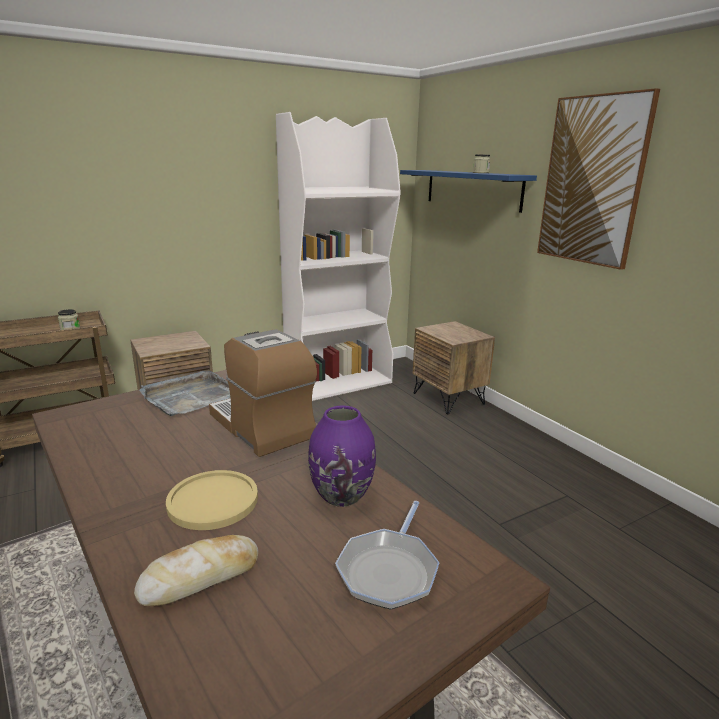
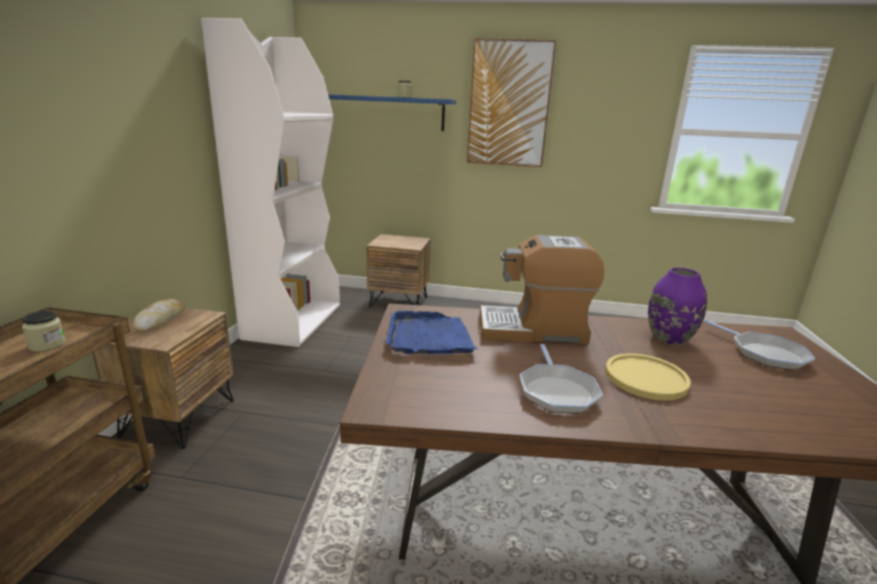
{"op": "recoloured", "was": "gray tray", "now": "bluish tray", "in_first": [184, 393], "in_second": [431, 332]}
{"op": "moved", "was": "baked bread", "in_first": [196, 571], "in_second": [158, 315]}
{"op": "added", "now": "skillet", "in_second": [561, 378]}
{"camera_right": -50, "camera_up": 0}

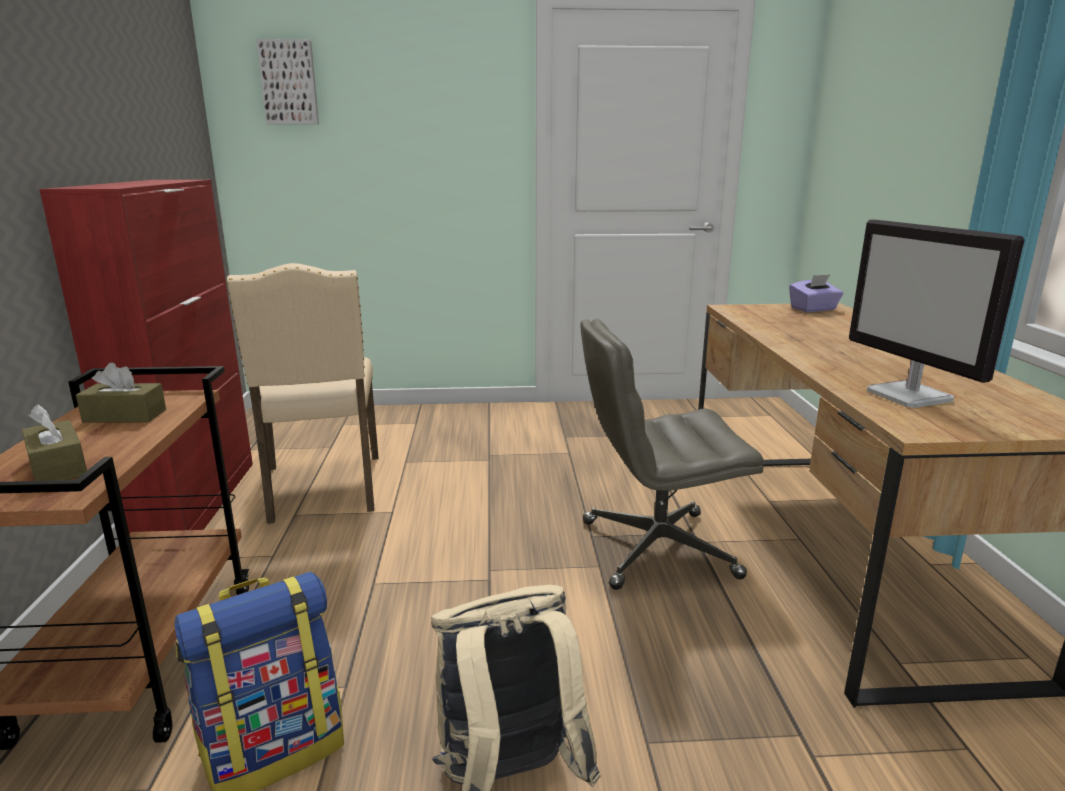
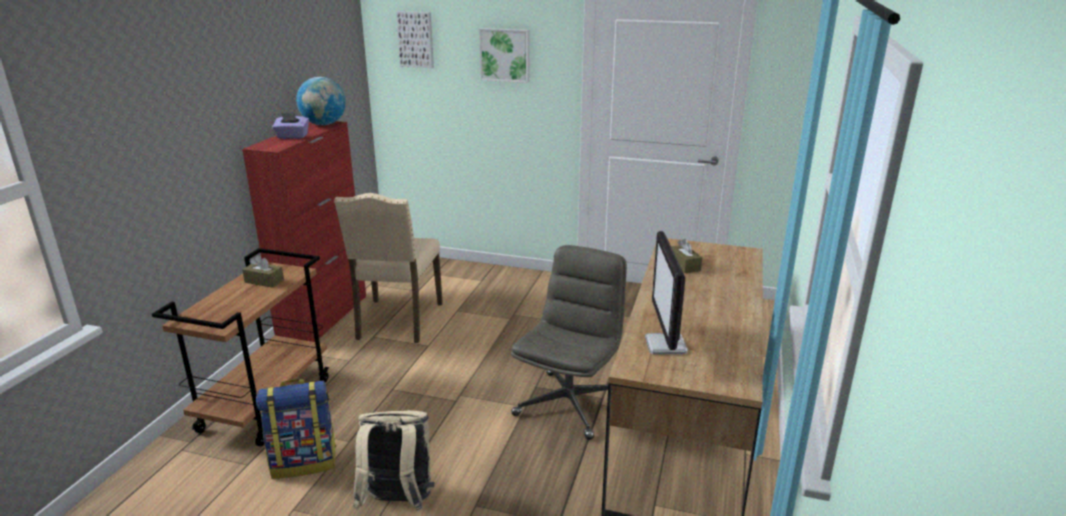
{"op": "moved", "was": "purple tissue holder", "in_first": [816, 293], "in_second": [290, 126]}
{"op": "turned", "was": "gray office chair", "in_first": [671, 454], "in_second": [568, 342], "clockwise": 105}
{"op": "moved", "was": "brown-coloured tissue holder", "in_first": [54, 442], "in_second": [686, 256]}
{"op": "added", "now": "wall art", "in_second": [504, 55]}
{"op": "added", "now": "desk globe", "in_second": [321, 101]}
{"camera_right": 20, "camera_up": 5}

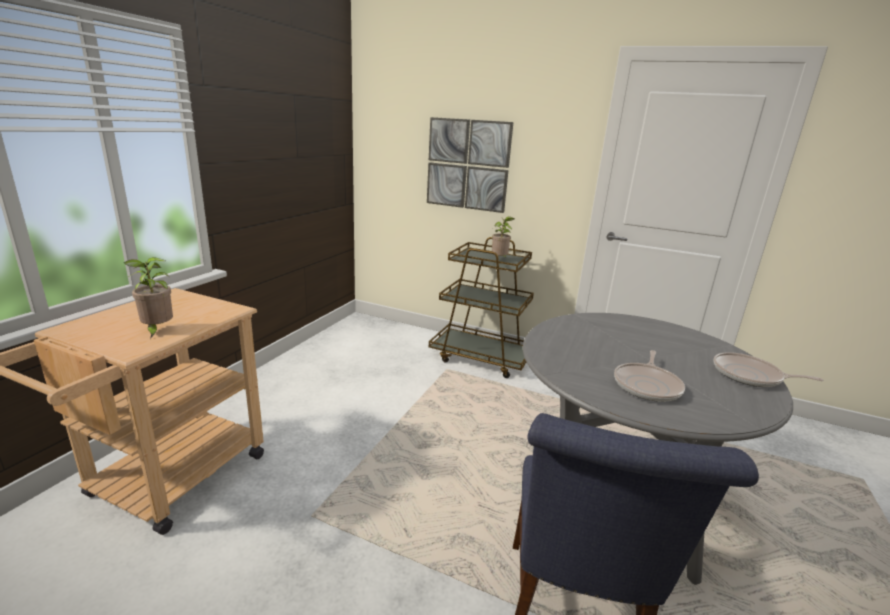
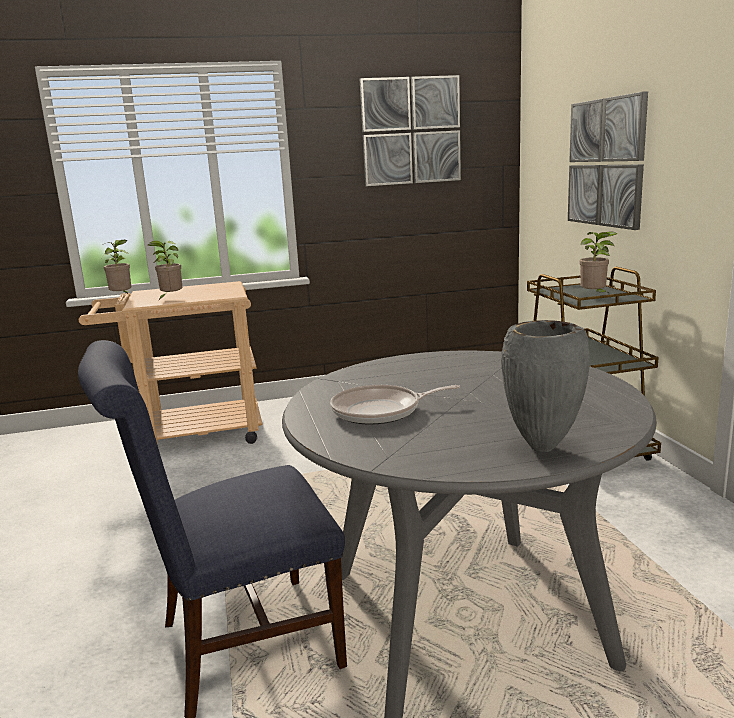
{"op": "replaced", "was": "skillet", "now": "gray flower vase", "in_first": [768, 369], "in_second": [545, 386]}
{"op": "added", "now": "wall art", "in_second": [410, 130]}
{"op": "added", "now": "potted plant", "in_second": [116, 267]}
{"camera_right": 55, "camera_up": -5}

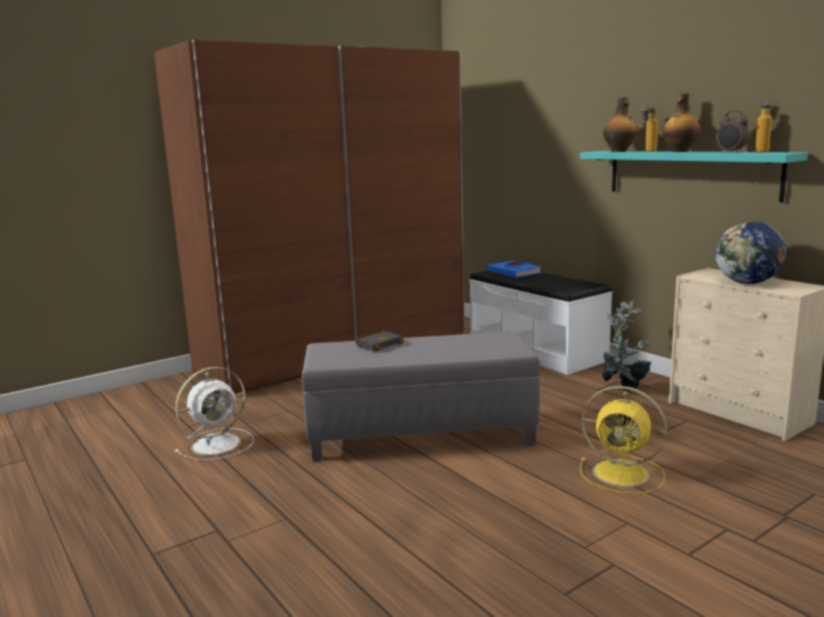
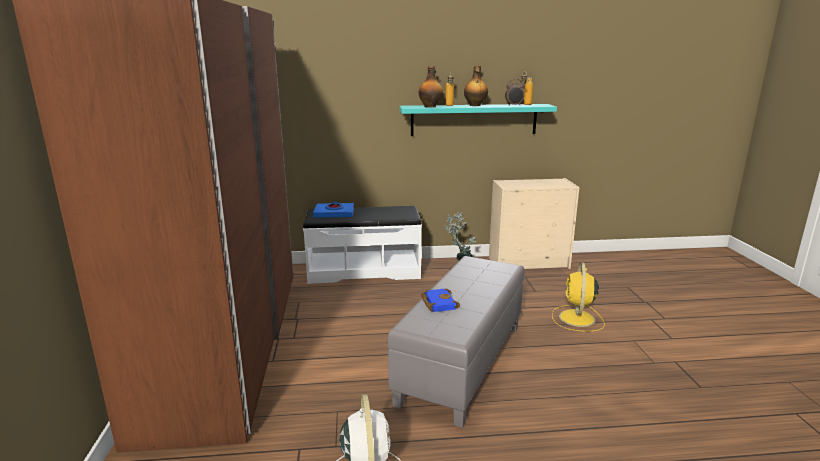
{"op": "removed", "was": "desk globe", "in_first": [751, 252]}
{"op": "recoloured", "was": "black bound book", "now": "bluish bound book", "in_first": [379, 341], "in_second": [440, 300]}
{"op": "turned", "was": "yellowish fan", "in_first": [623, 440], "in_second": [578, 297], "clockwise": 135}
{"camera_right": -60, "camera_up": 5}

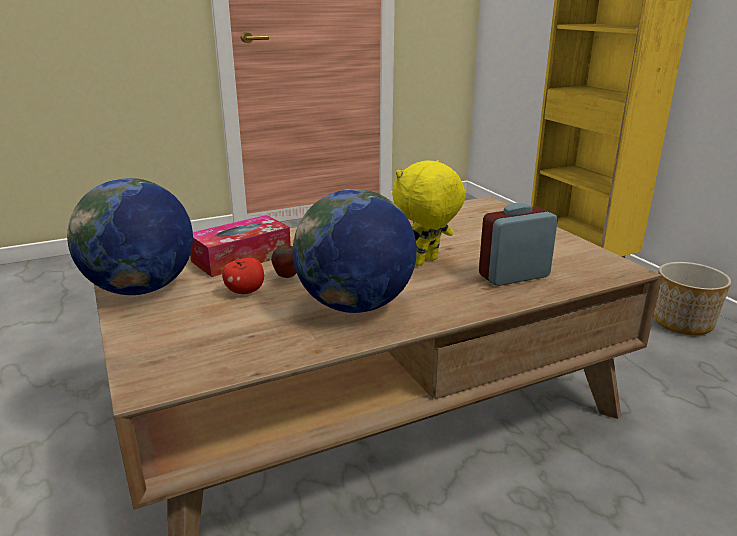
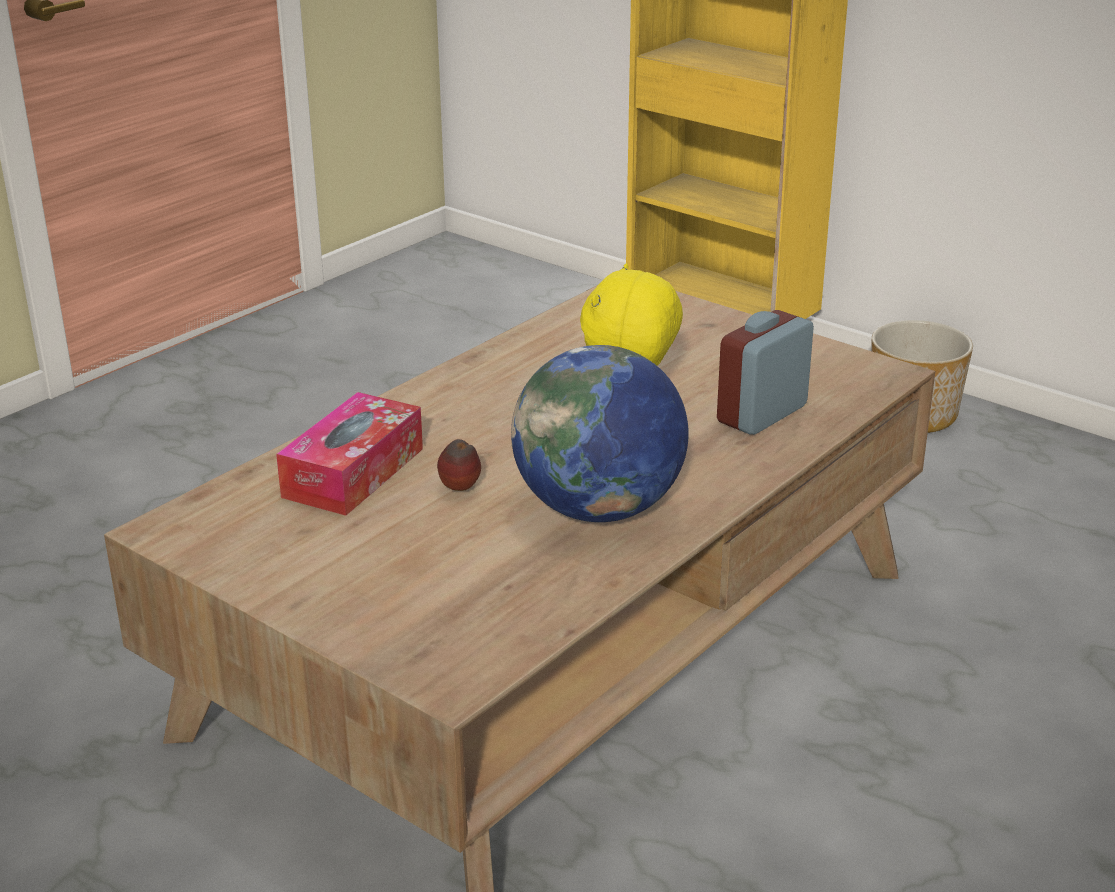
{"op": "removed", "was": "desk globe", "in_first": [130, 236]}
{"op": "removed", "was": "apple fruit", "in_first": [243, 276]}
{"camera_right": -25, "camera_up": 5}

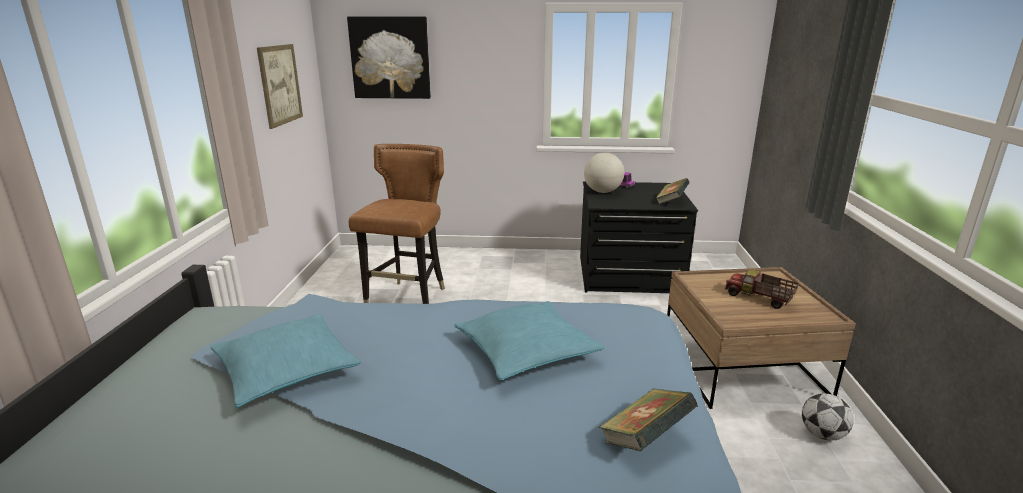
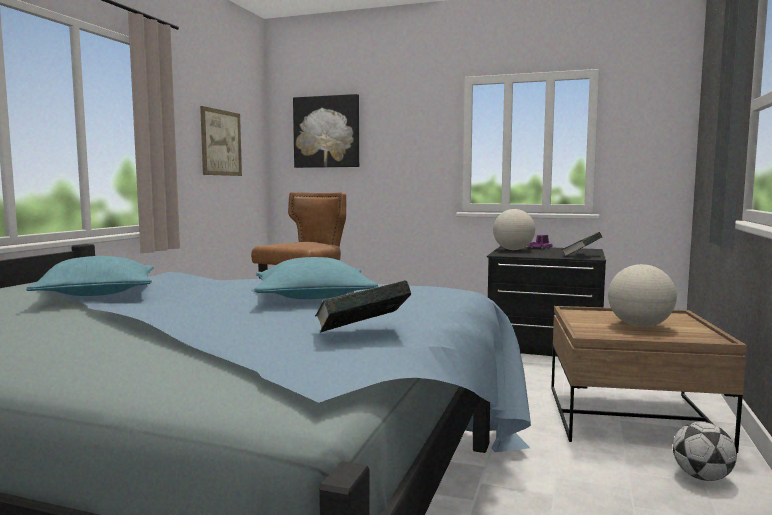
{"op": "replaced", "was": "toy lorry", "now": "desk globe", "in_first": [762, 289], "in_second": [642, 295]}
{"camera_right": 15, "camera_up": -15}

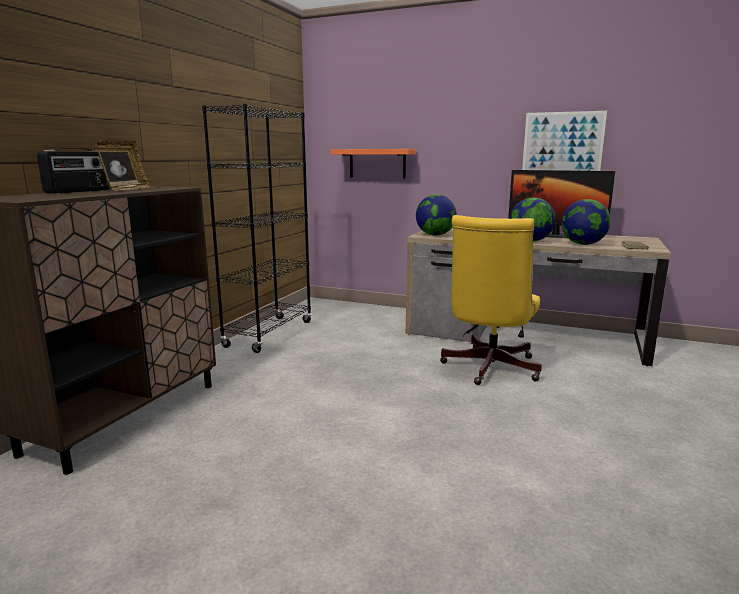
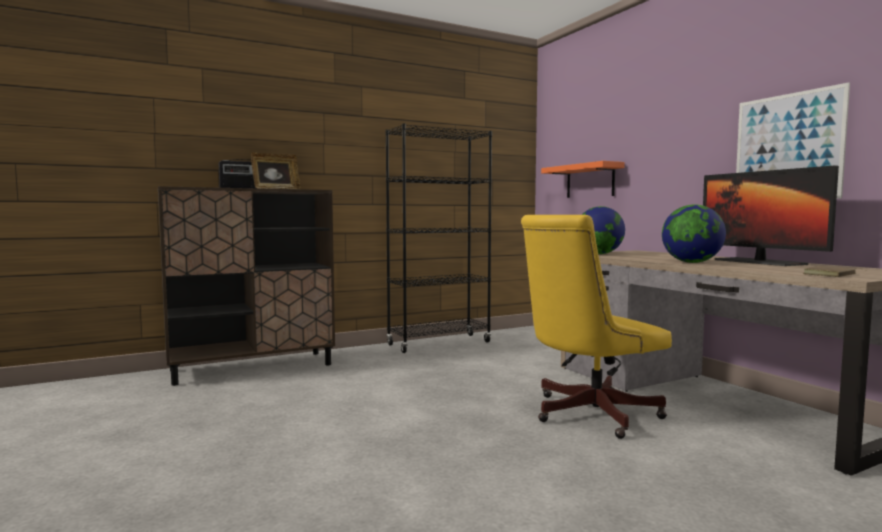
{"op": "removed", "was": "desk globe", "in_first": [586, 222]}
{"camera_right": 40, "camera_up": -10}

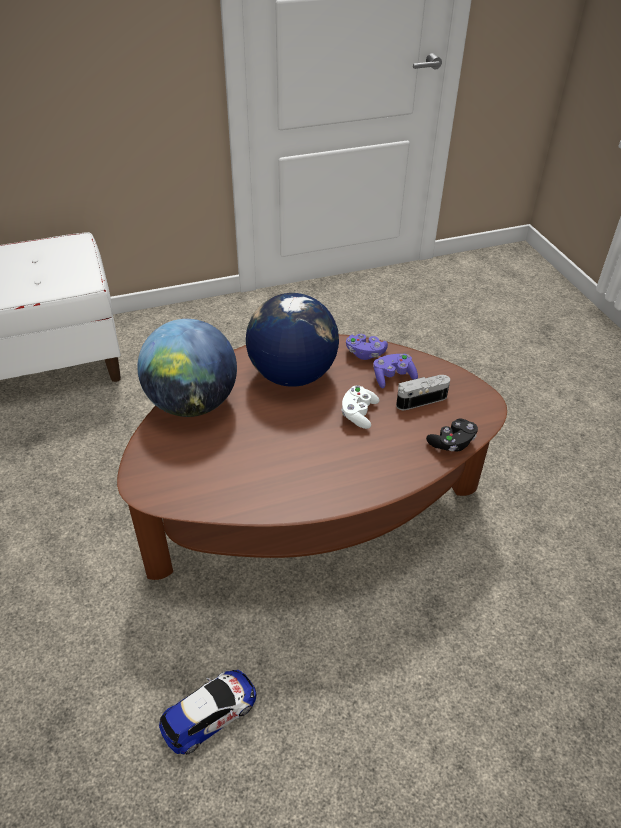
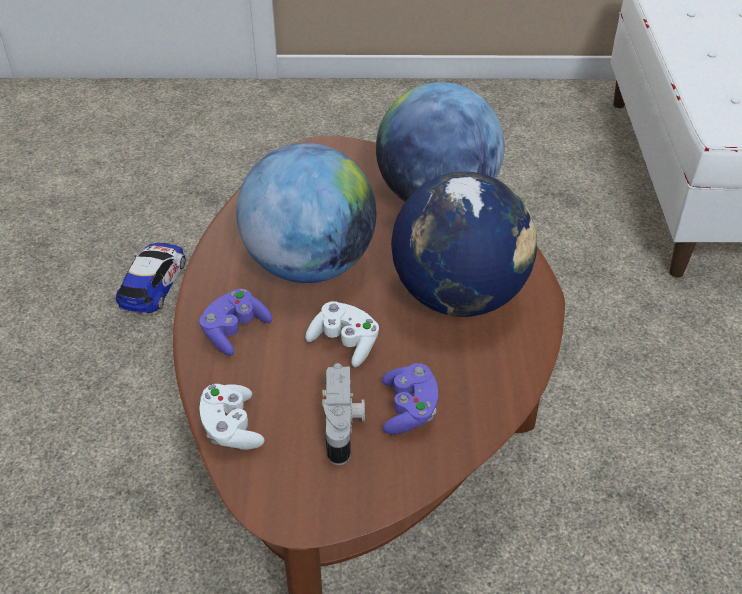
{"op": "moved", "was": "purple game controller", "in_first": [367, 347], "in_second": [235, 322]}
{"op": "recoloured", "was": "black game controller", "now": "white-coloured game controller", "in_first": [452, 435], "in_second": [231, 417]}
{"op": "turned", "was": "toy car", "in_first": [207, 712], "in_second": [151, 278], "clockwise": -150}
{"op": "added", "now": "desk globe", "in_second": [306, 213]}
{"camera_right": 110, "camera_up": 0}

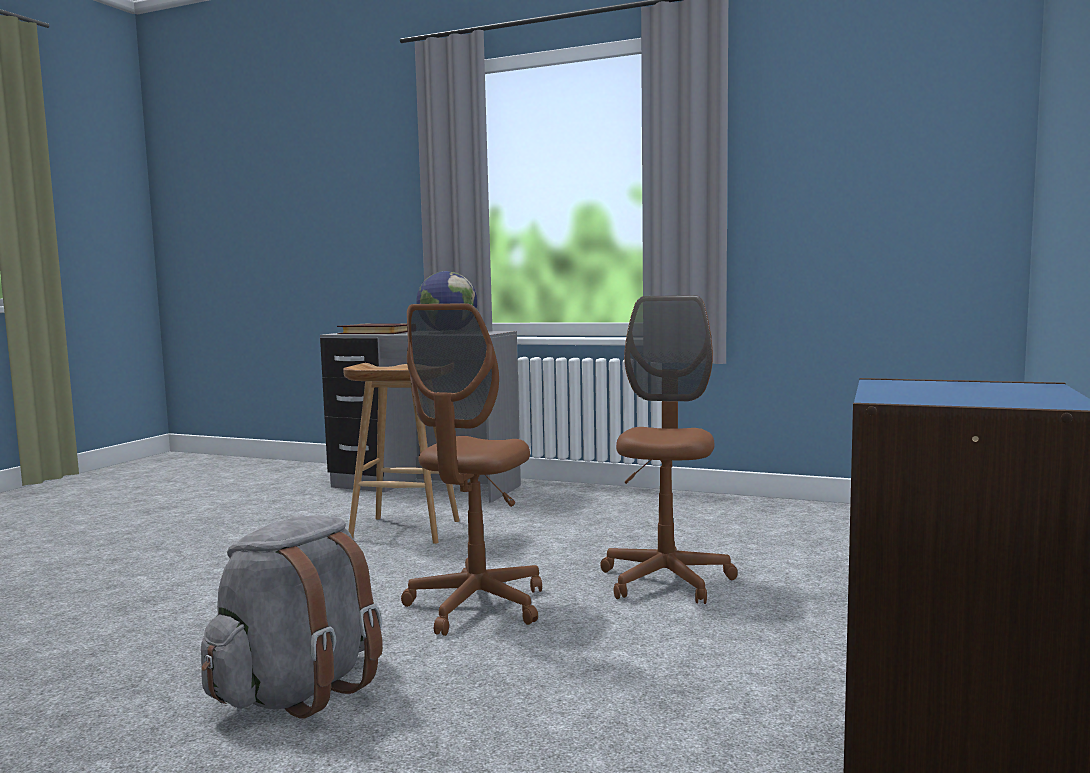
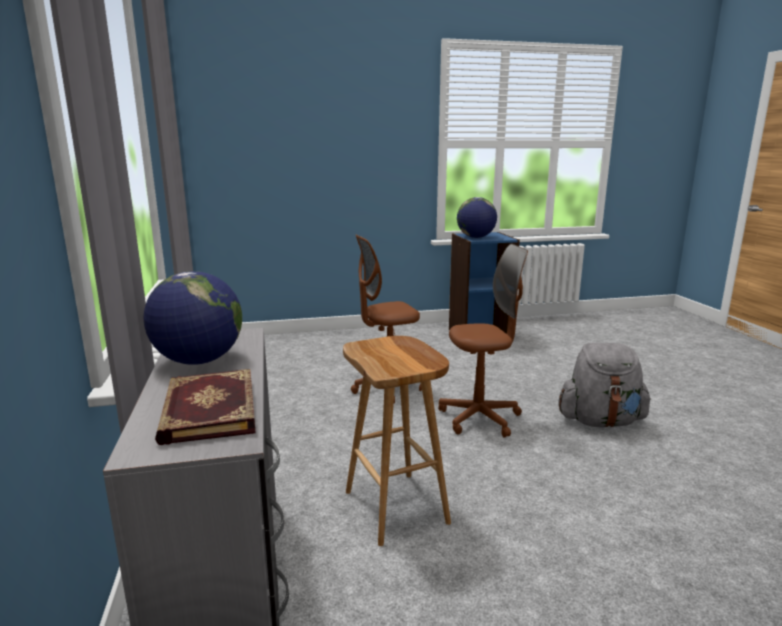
{"op": "added", "now": "desk globe", "in_second": [477, 217]}
{"camera_right": -125, "camera_up": 10}

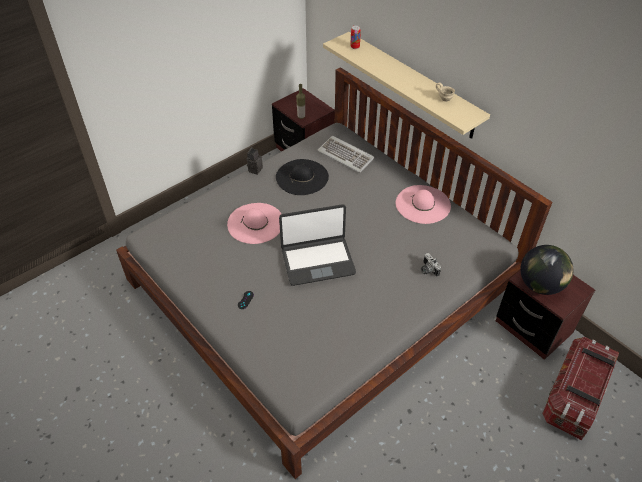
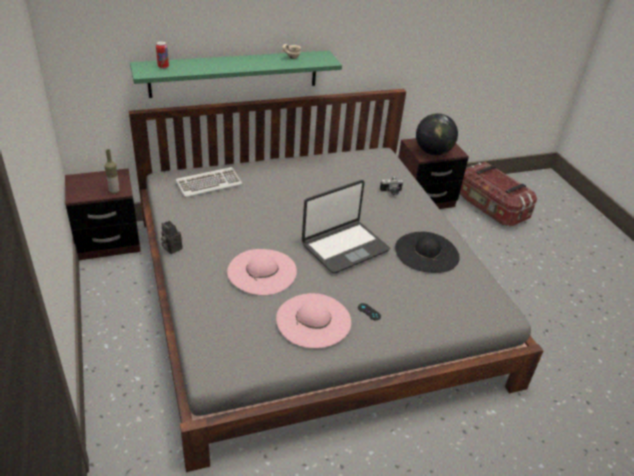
{"op": "recoloured", "was": "beige-coloured shelf", "now": "greenish shelf", "in_first": [406, 85], "in_second": [236, 74]}
{"op": "moved", "was": "black clothing hat", "in_first": [302, 177], "in_second": [427, 252]}
{"op": "moved", "was": "pink clothing hat", "in_first": [423, 204], "in_second": [313, 320]}
{"op": "turned", "was": "portable computer", "in_first": [317, 245], "in_second": [346, 227], "clockwise": 45}
{"camera_right": -70, "camera_up": -10}

